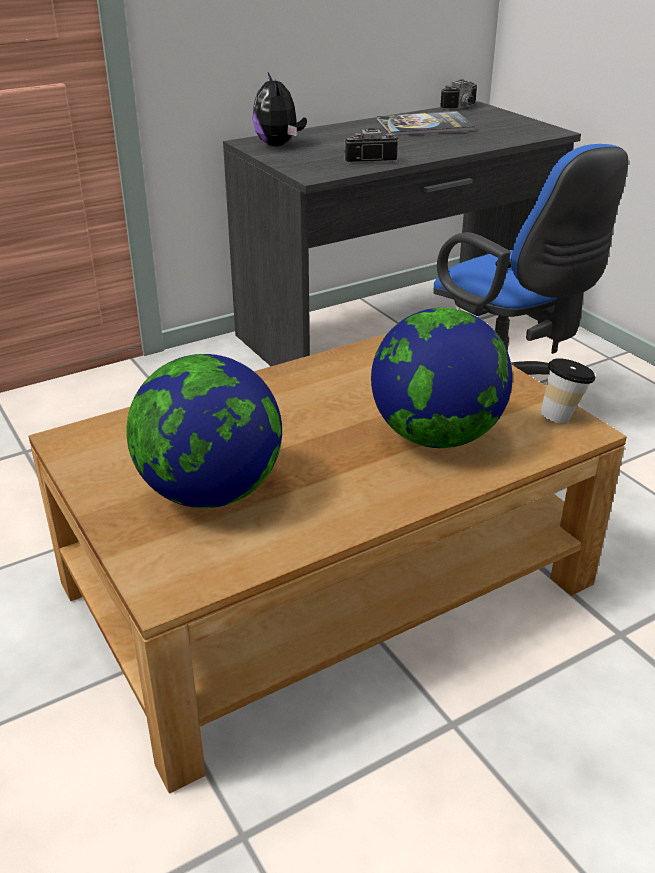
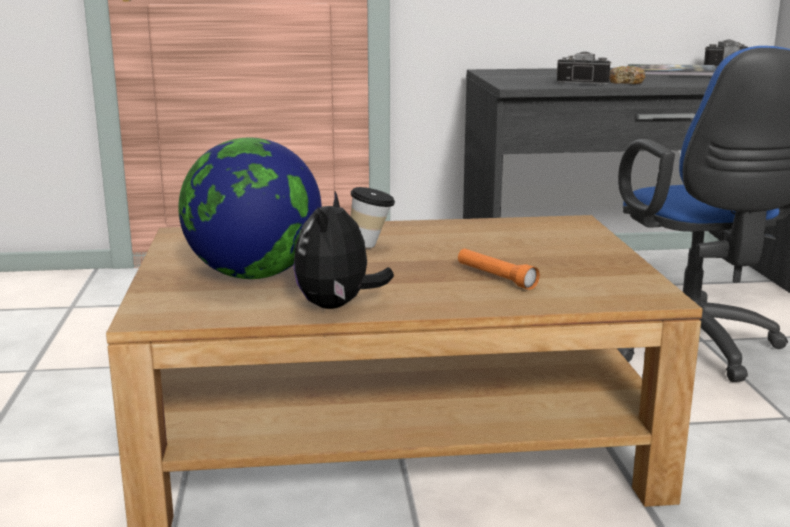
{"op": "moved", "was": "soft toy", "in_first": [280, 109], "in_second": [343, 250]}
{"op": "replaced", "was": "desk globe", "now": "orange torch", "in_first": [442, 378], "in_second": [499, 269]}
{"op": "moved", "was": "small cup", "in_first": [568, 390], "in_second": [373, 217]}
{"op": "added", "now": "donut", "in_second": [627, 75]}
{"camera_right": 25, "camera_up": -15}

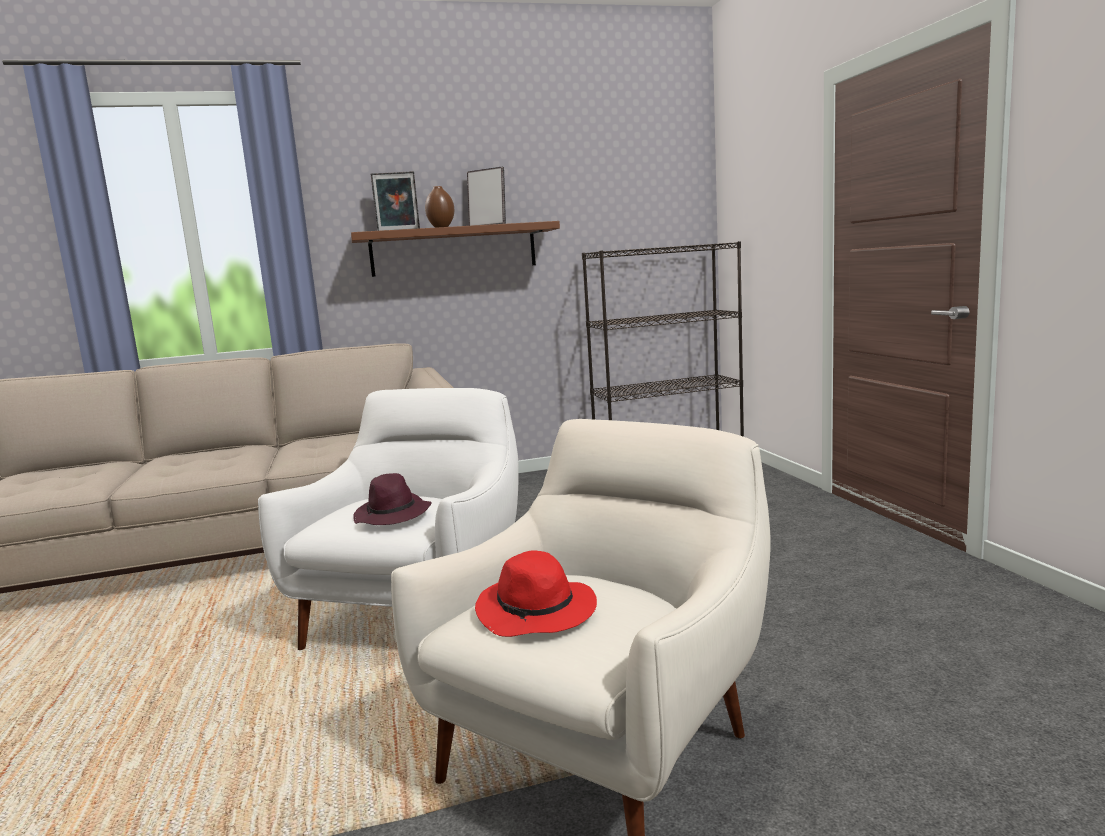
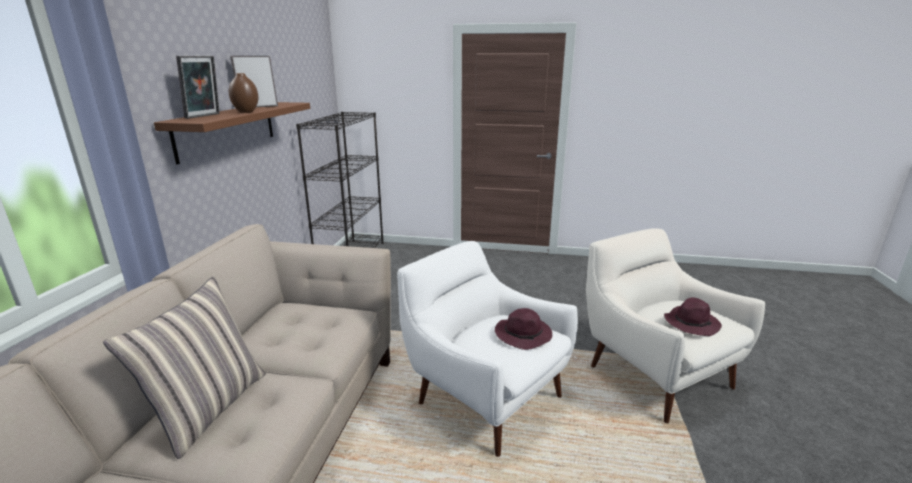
{"op": "recoloured", "was": "red-coloured clothing hat", "now": "purple clothing hat", "in_first": [536, 593], "in_second": [693, 316]}
{"op": "added", "now": "throw pillow", "in_second": [184, 368]}
{"camera_right": -65, "camera_up": 10}

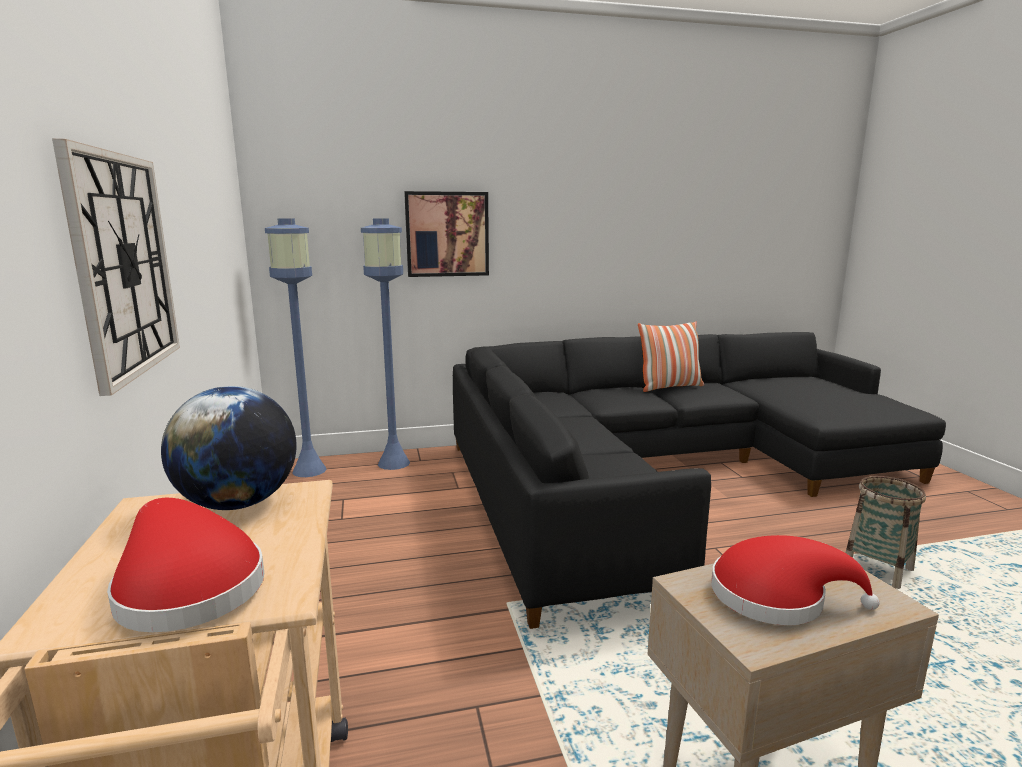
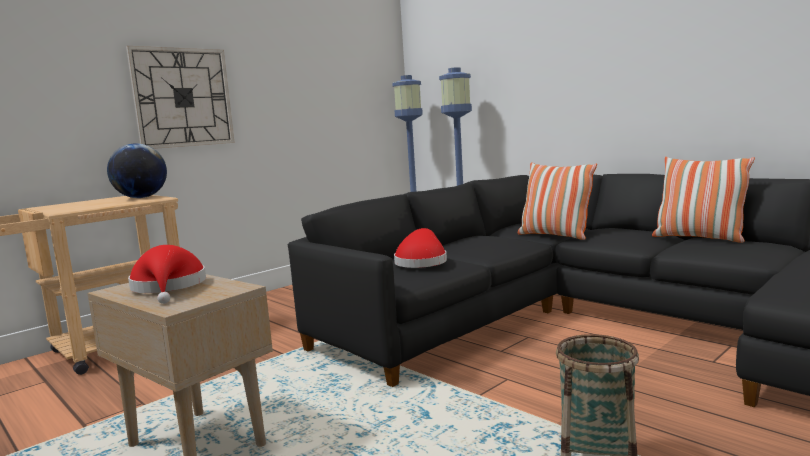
{"op": "removed", "was": "wall art", "in_first": [446, 234]}
{"op": "moved", "was": "red-coloured clothing hat", "in_first": [185, 565], "in_second": [420, 248]}
{"op": "added", "now": "throw pillow", "in_second": [557, 201]}
{"camera_right": 60, "camera_up": -5}

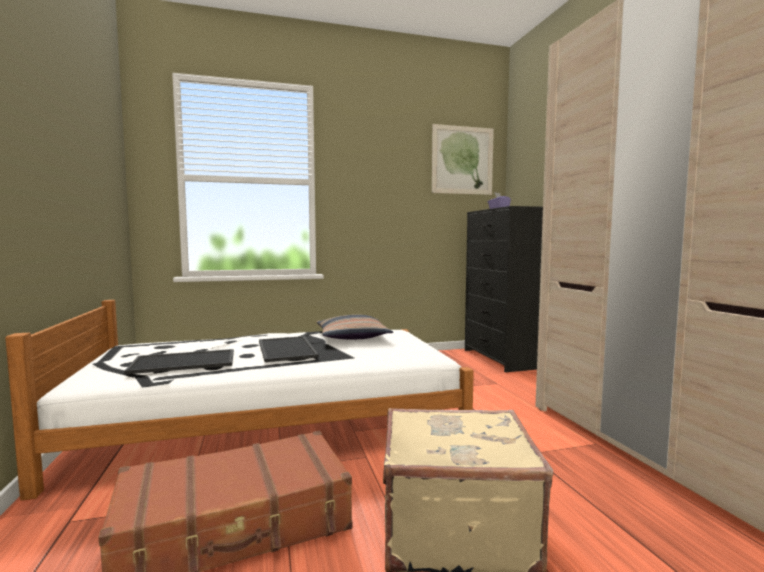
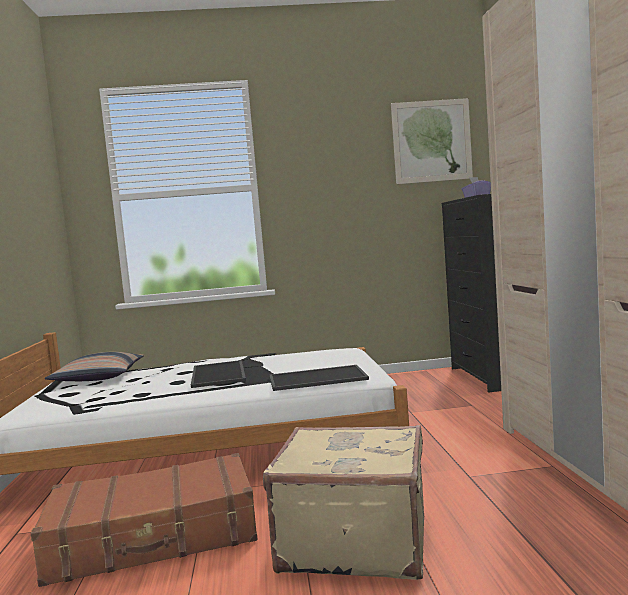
{"op": "moved", "was": "throw pillow", "in_first": [355, 326], "in_second": [94, 366]}
{"op": "moved", "was": "tray", "in_first": [179, 361], "in_second": [319, 378]}
{"camera_right": 10, "camera_up": 0}

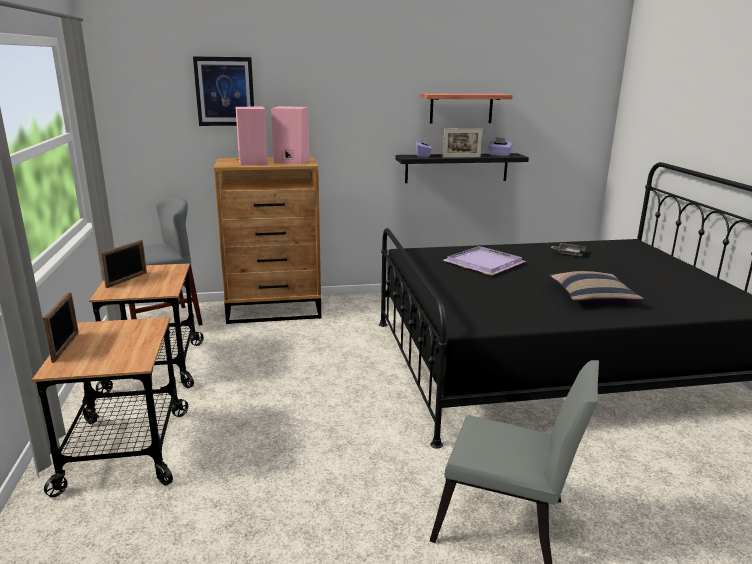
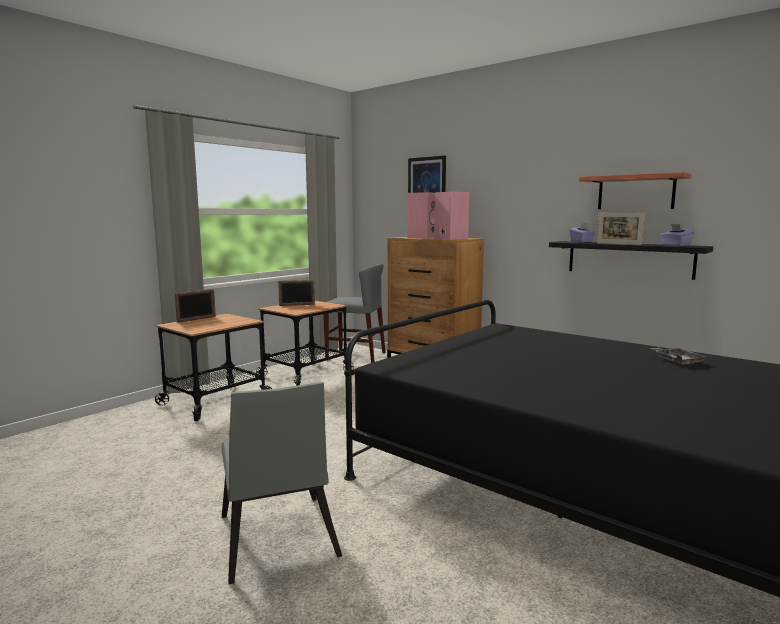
{"op": "removed", "was": "purple tray", "in_first": [484, 260]}
{"op": "removed", "was": "throw pillow", "in_first": [596, 287]}
{"camera_right": 50, "camera_up": -10}

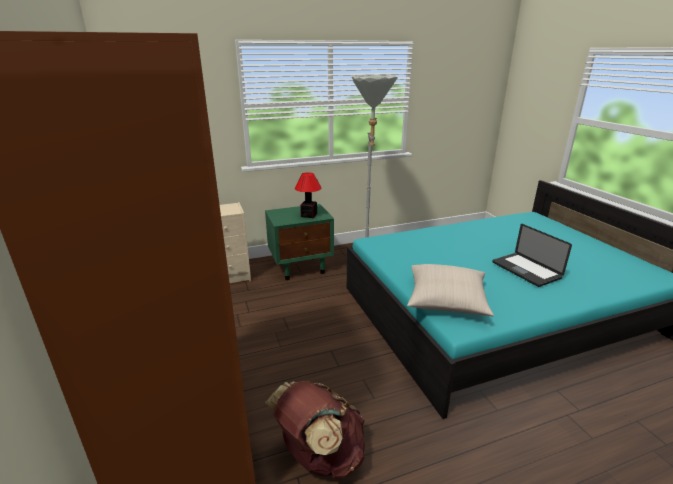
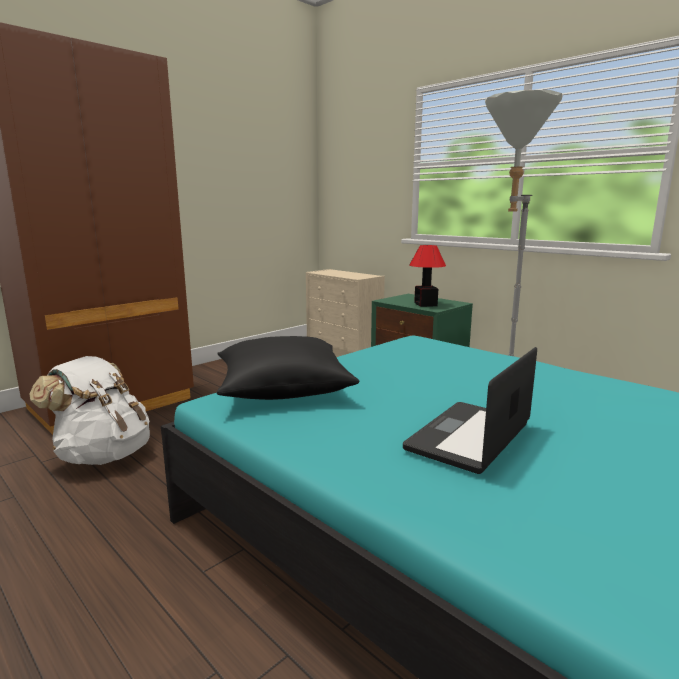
{"op": "recoloured", "was": "beige-coloured throw pillow", "now": "black throw pillow", "in_first": [450, 290], "in_second": [288, 368]}
{"op": "recoloured", "was": "brown-coloured rucksack", "now": "white-coloured rucksack", "in_first": [315, 430], "in_second": [89, 410]}
{"camera_right": 65, "camera_up": -10}

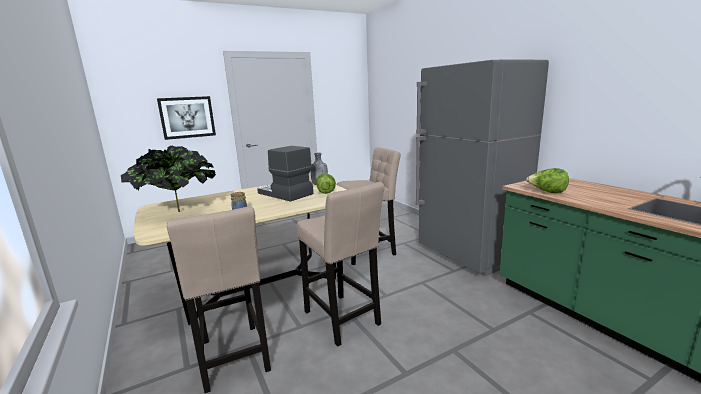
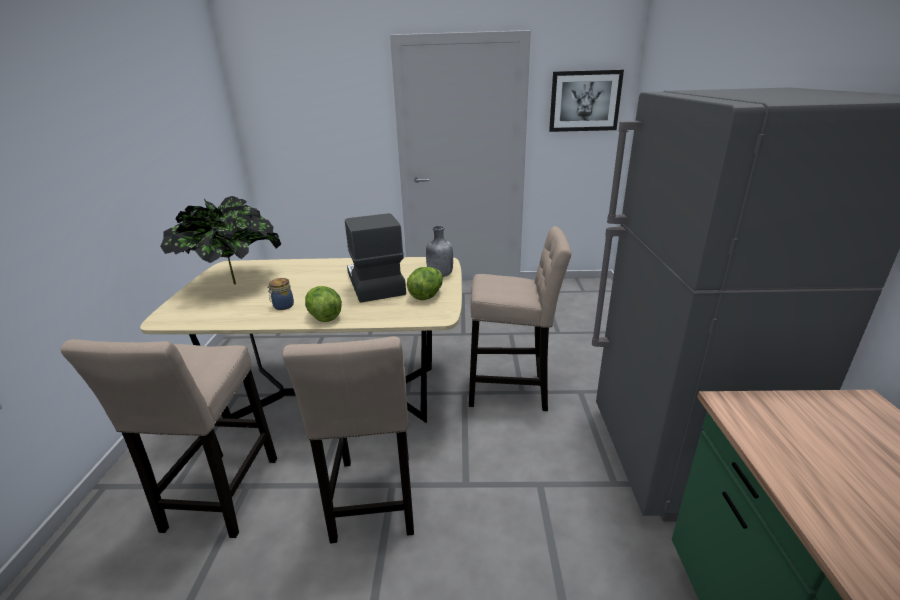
{"op": "moved", "was": "wall art", "in_first": [186, 118], "in_second": [586, 101]}
{"op": "moved", "was": "head of lettuce", "in_first": [547, 180], "in_second": [323, 304]}
{"camera_right": 30, "camera_up": 10}

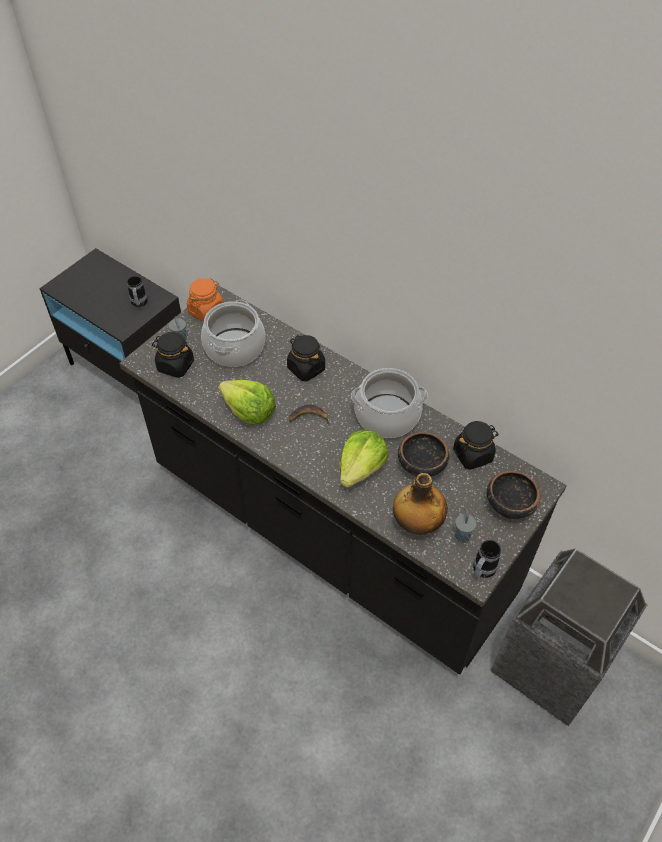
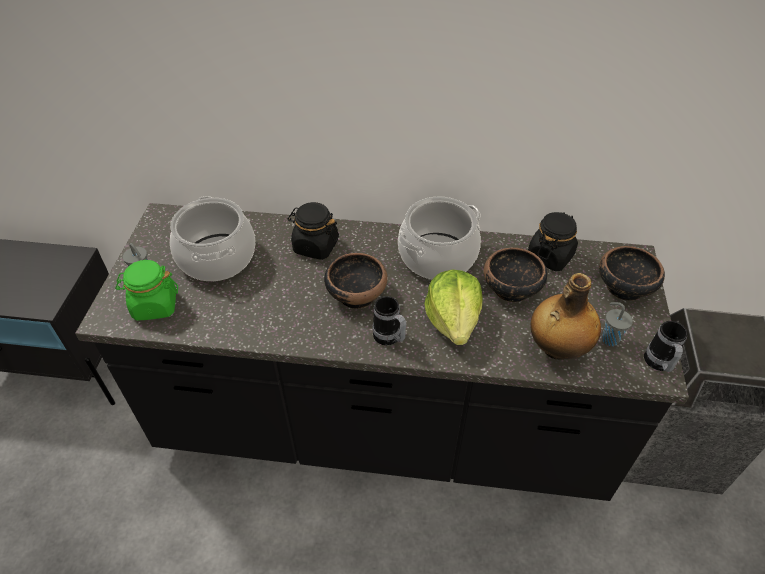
{"op": "moved", "was": "mug", "in_first": [137, 291], "in_second": [389, 320]}
{"op": "removed", "was": "orange preserve jar", "in_first": [205, 300]}
{"op": "recoloured", "was": "black preserve jar", "now": "greenish preserve jar", "in_first": [173, 355], "in_second": [146, 290]}
{"op": "removed", "was": "head of lettuce", "in_first": [247, 402]}
{"op": "replaced", "was": "banana", "now": "bowl", "in_first": [309, 415], "in_second": [356, 281]}
{"camera_right": -30, "camera_up": -5}

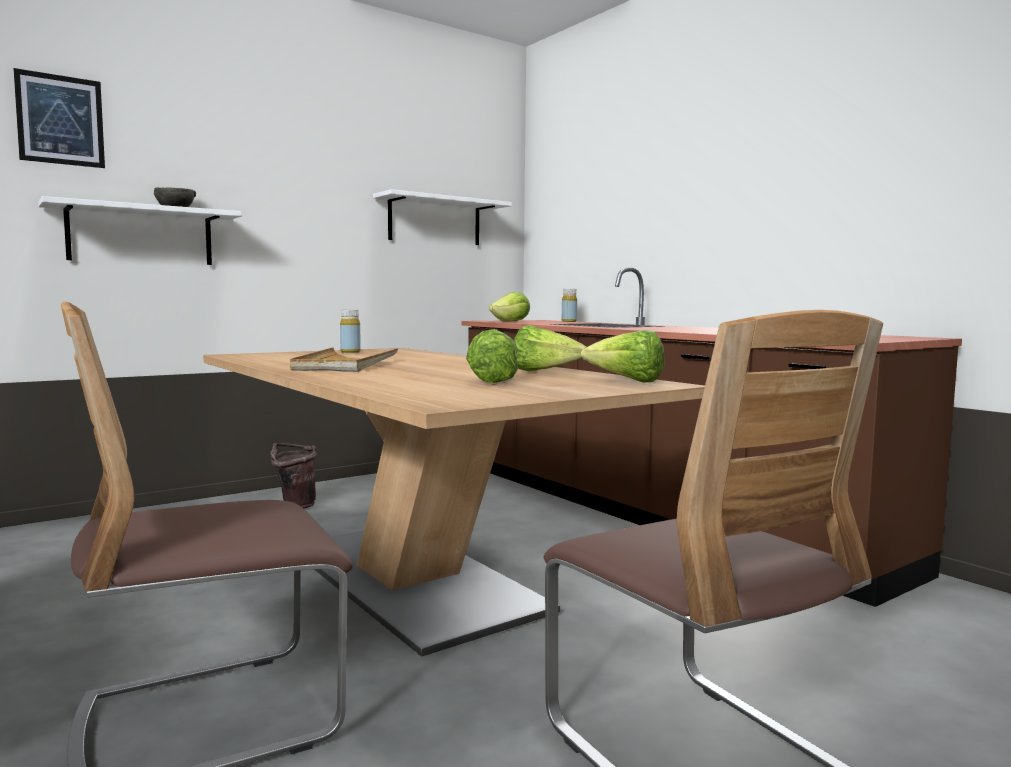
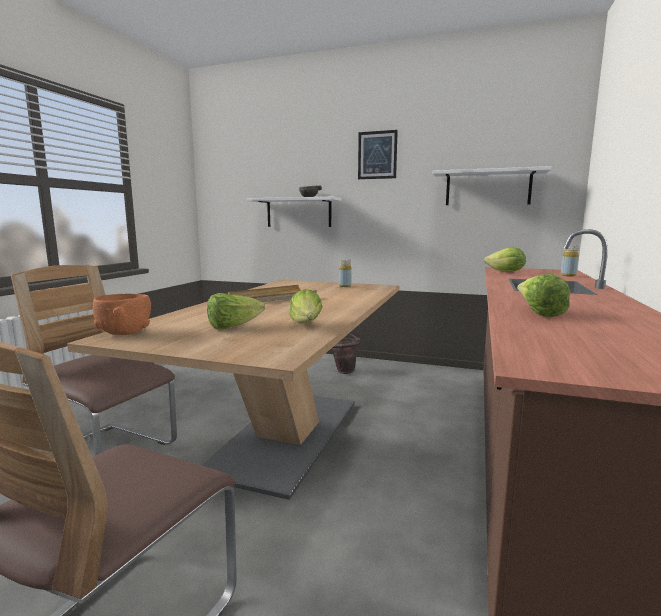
{"op": "moved", "was": "wall art", "in_first": [59, 118], "in_second": [378, 154]}
{"op": "moved", "was": "head of lettuce", "in_first": [622, 356], "in_second": [543, 295]}
{"op": "added", "now": "orange bowl", "in_second": [122, 314]}
{"camera_right": 55, "camera_up": 5}

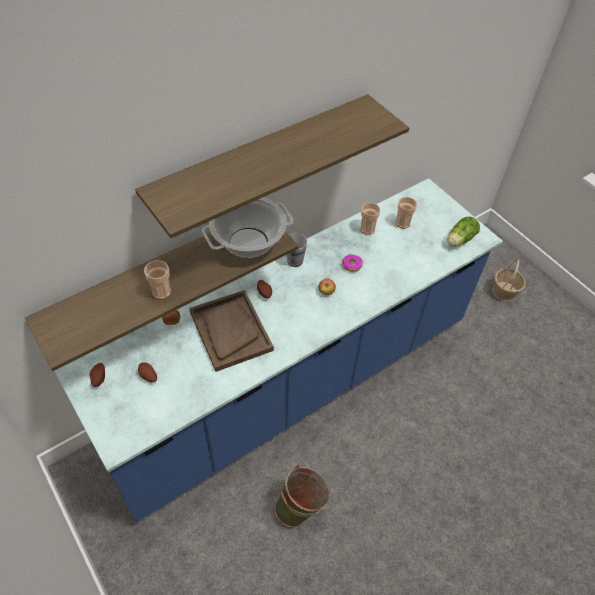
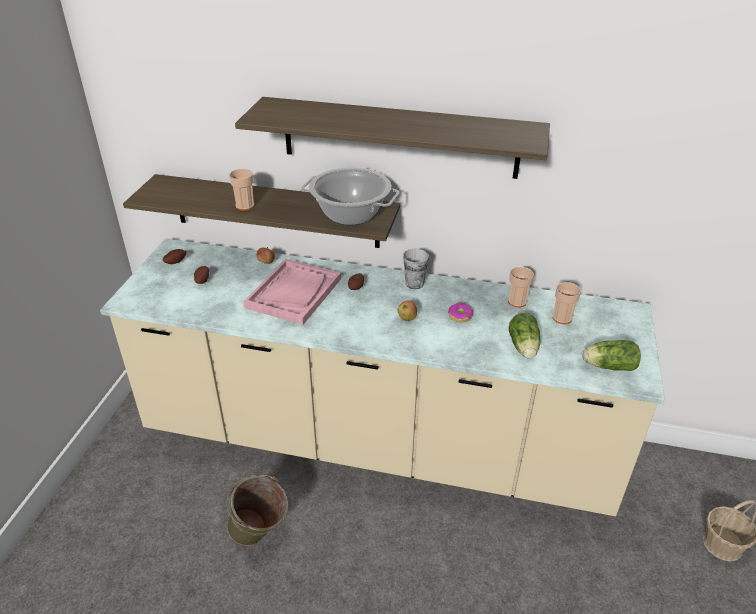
{"op": "recoloured", "was": "bluish kitchen base unit", "now": "beige-coloured kitchen base unit", "in_first": [278, 350], "in_second": [382, 377]}
{"op": "recoloured", "was": "brown-coloured tray", "now": "pink tray", "in_first": [231, 331], "in_second": [292, 292]}
{"op": "added", "now": "head of lettuce", "in_second": [524, 335]}
{"camera_right": 50, "camera_up": -15}

